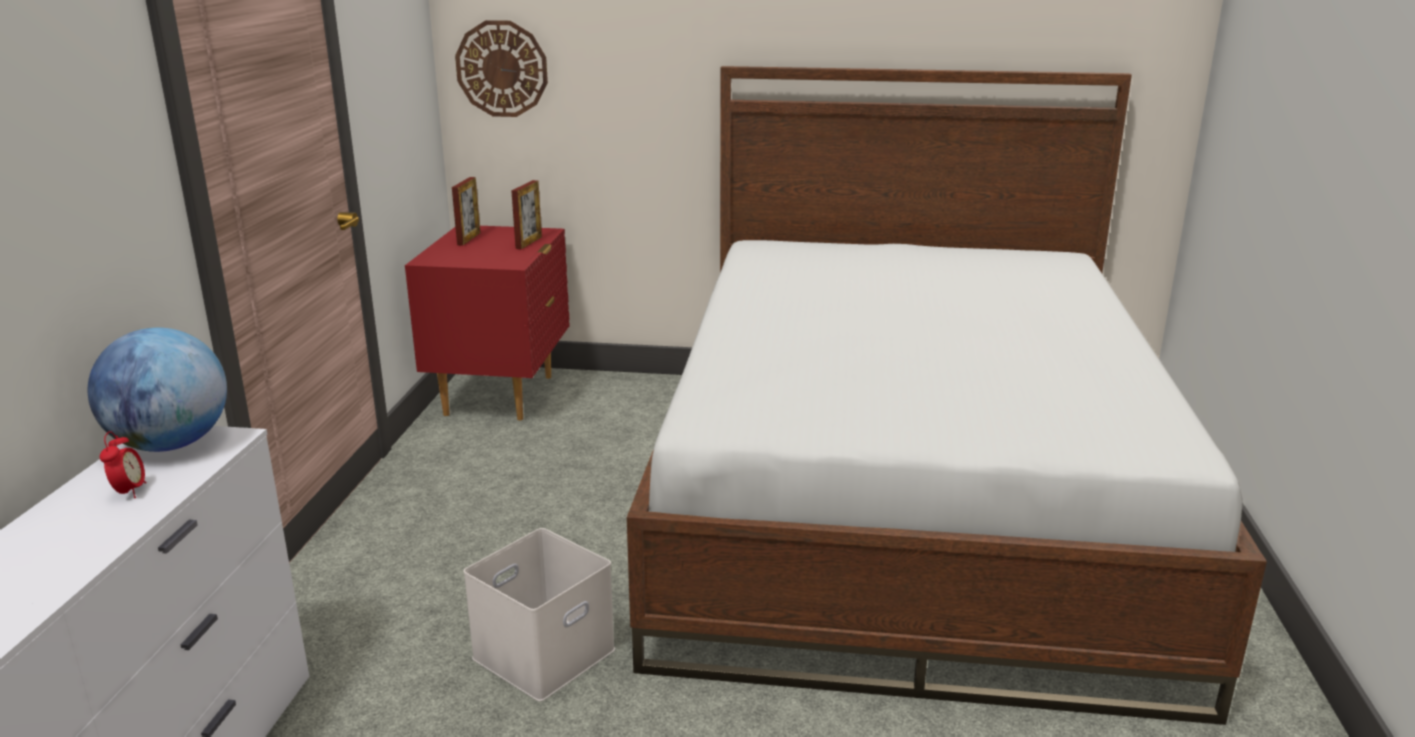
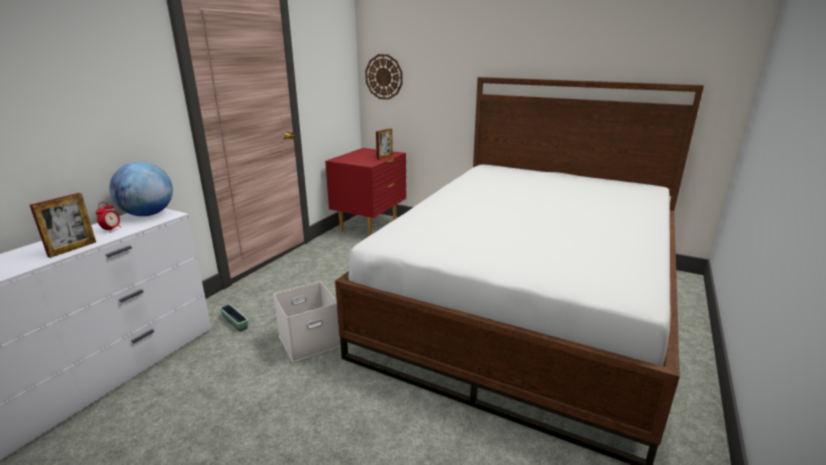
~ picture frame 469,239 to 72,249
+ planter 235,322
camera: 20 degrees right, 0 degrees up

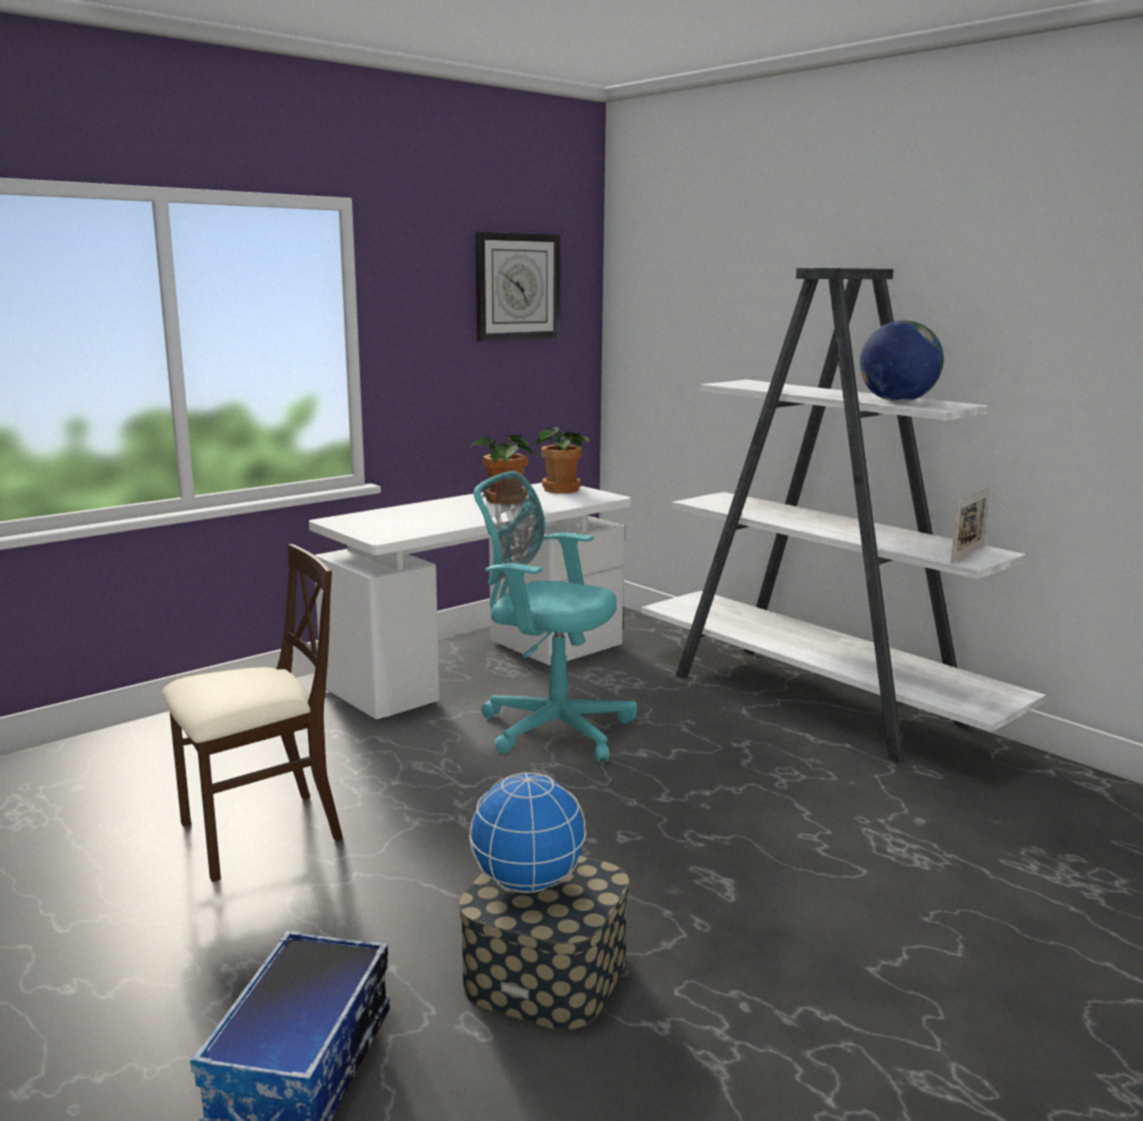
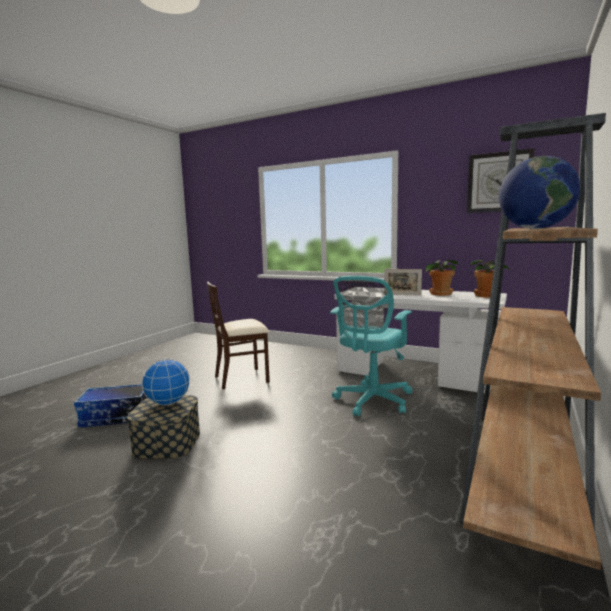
~ beige chair 259,834 = 242,378 120 degrees clockwise
~ turquoise office chair 550,727 = 371,401 150 degrees counterclockwise
~ white bookcase 818,701 to brown bookcase 523,473
~ picture frame 967,554 to 402,295
camera: 70 degrees right, 5 degrees down

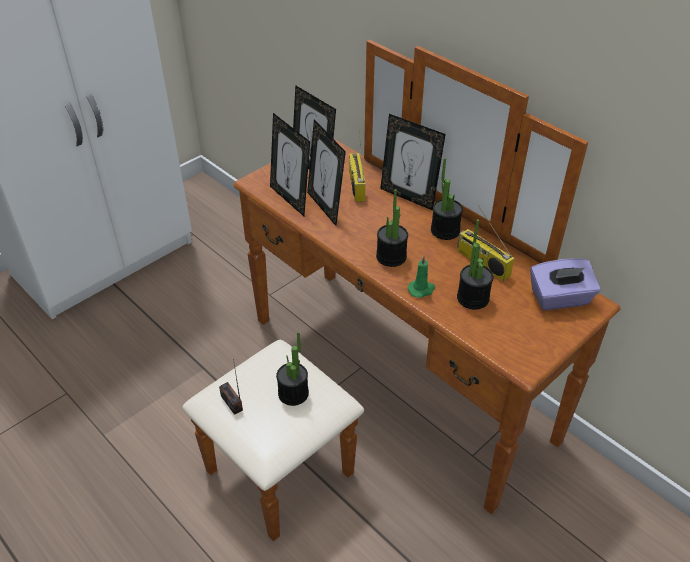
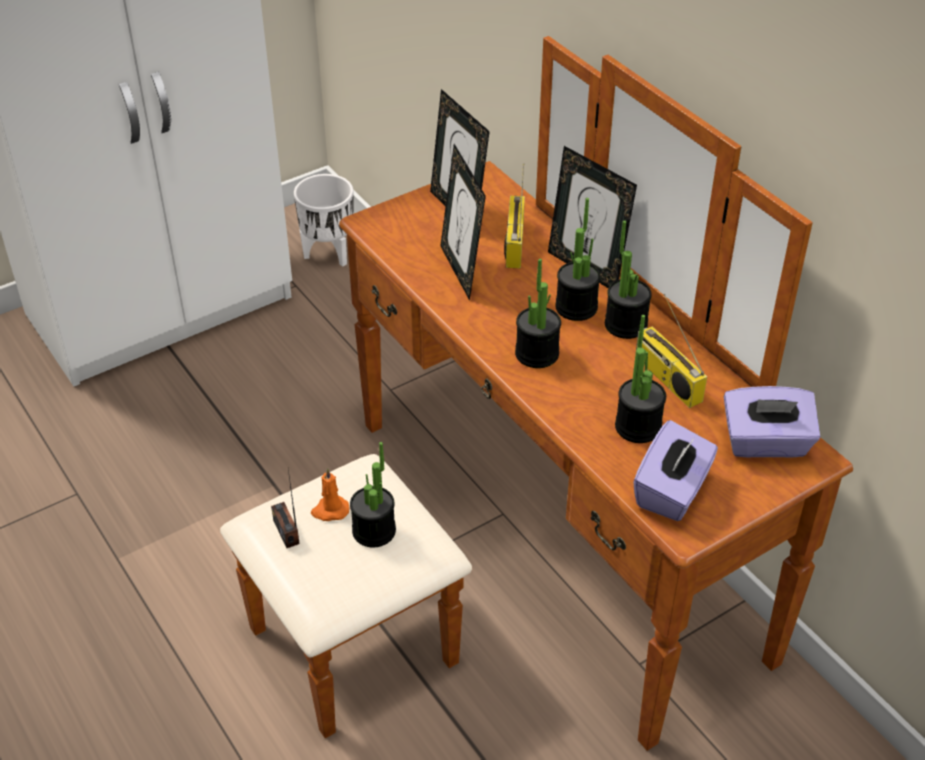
- picture frame 291,199
- green candle 421,289
+ white planter 329,253
+ orange candle 330,510
+ potted plant 576,307
+ purple tissue box 672,491
camera: 10 degrees right, 0 degrees up

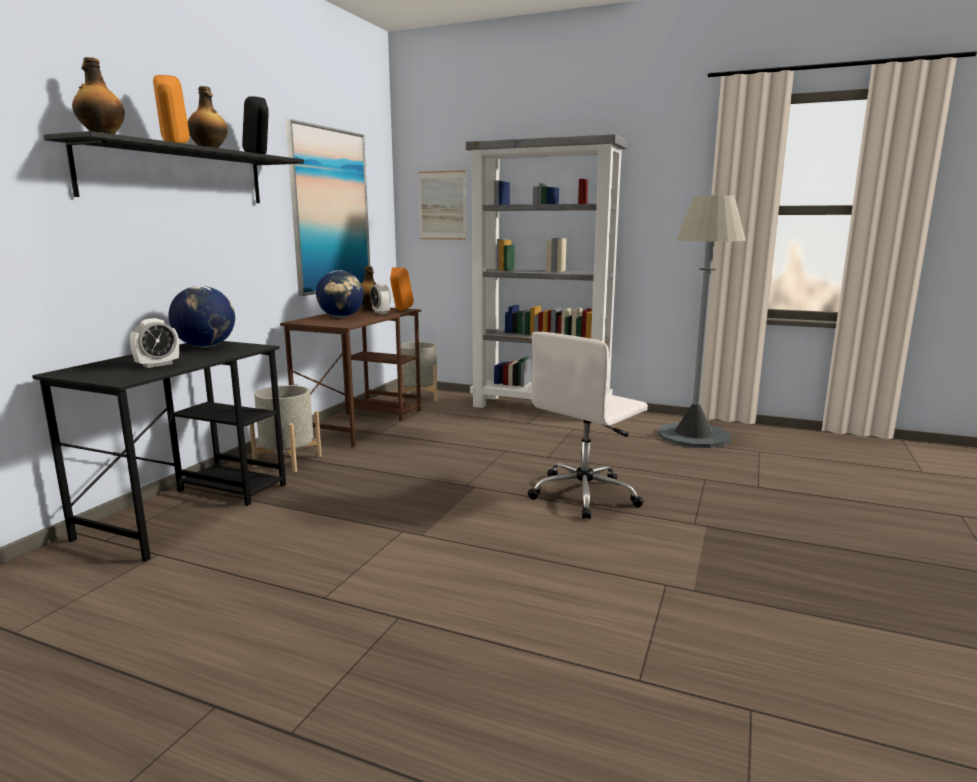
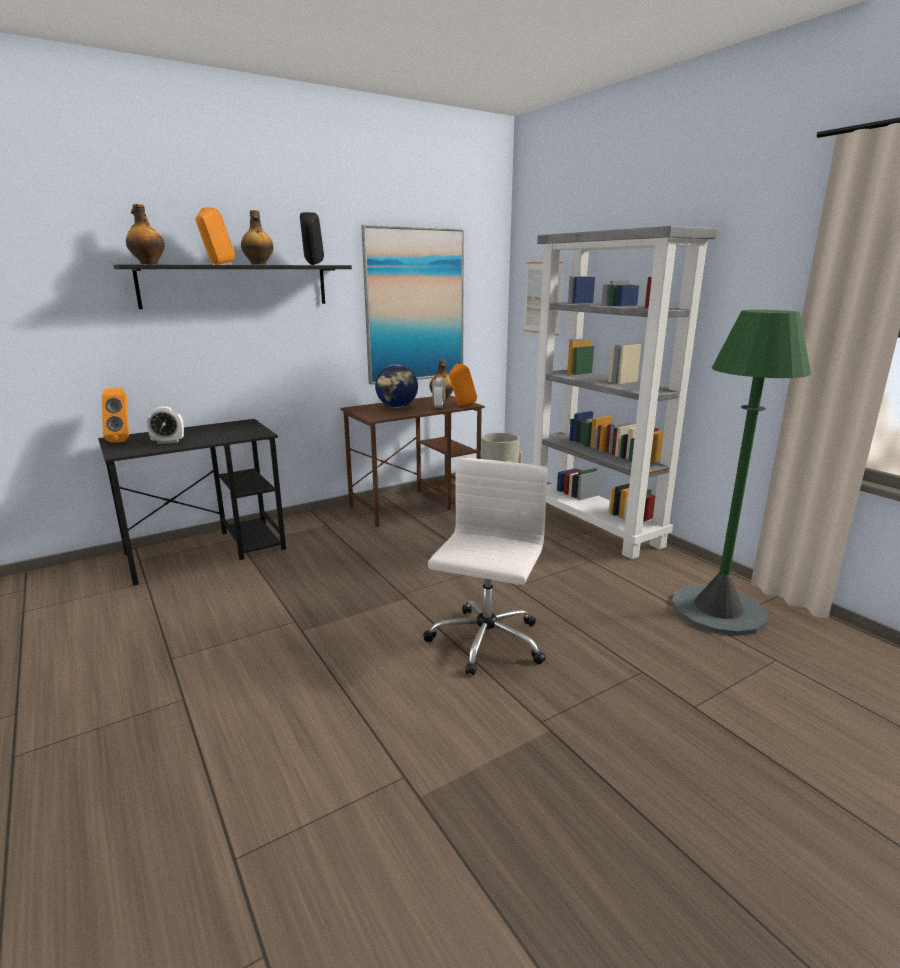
- globe 206,346
- grey planter 288,461
~ white office chair 585,495 = 485,642 120 degrees clockwise
~ grey floor lamp 693,436 to green floor lamp 717,610
+ orange speaker 123,440
camera: 35 degrees right, 5 degrees up

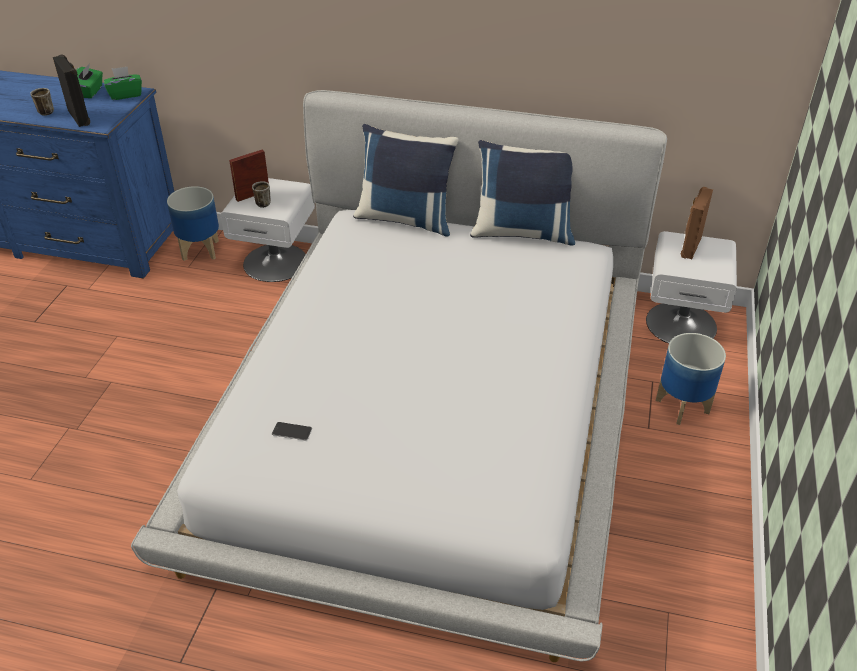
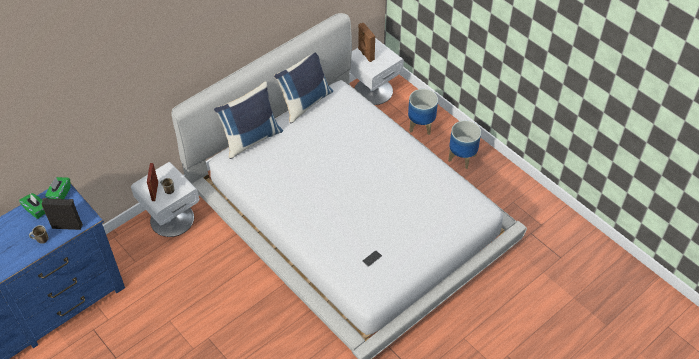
~ planter 200,251 to 462,158
camera: 55 degrees left, 10 degrees up

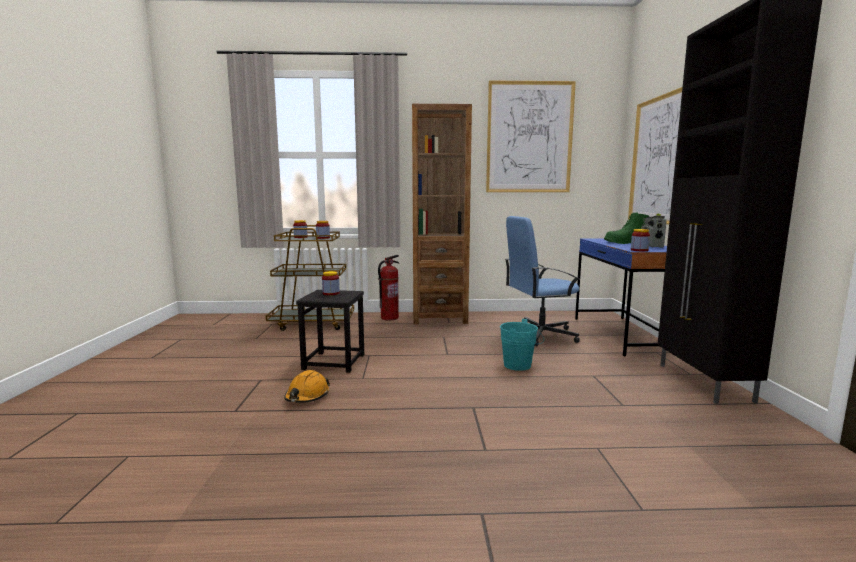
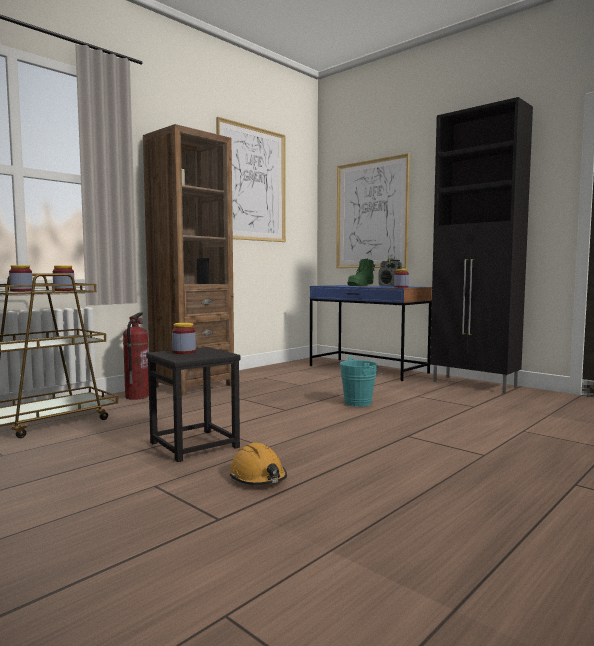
- blue office chair 539,335
camera: 45 degrees left, 5 degrees down

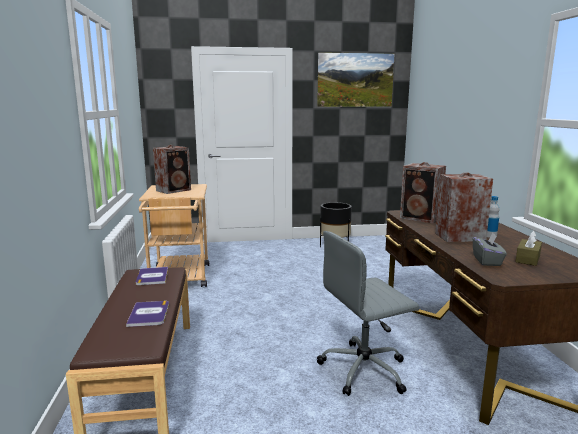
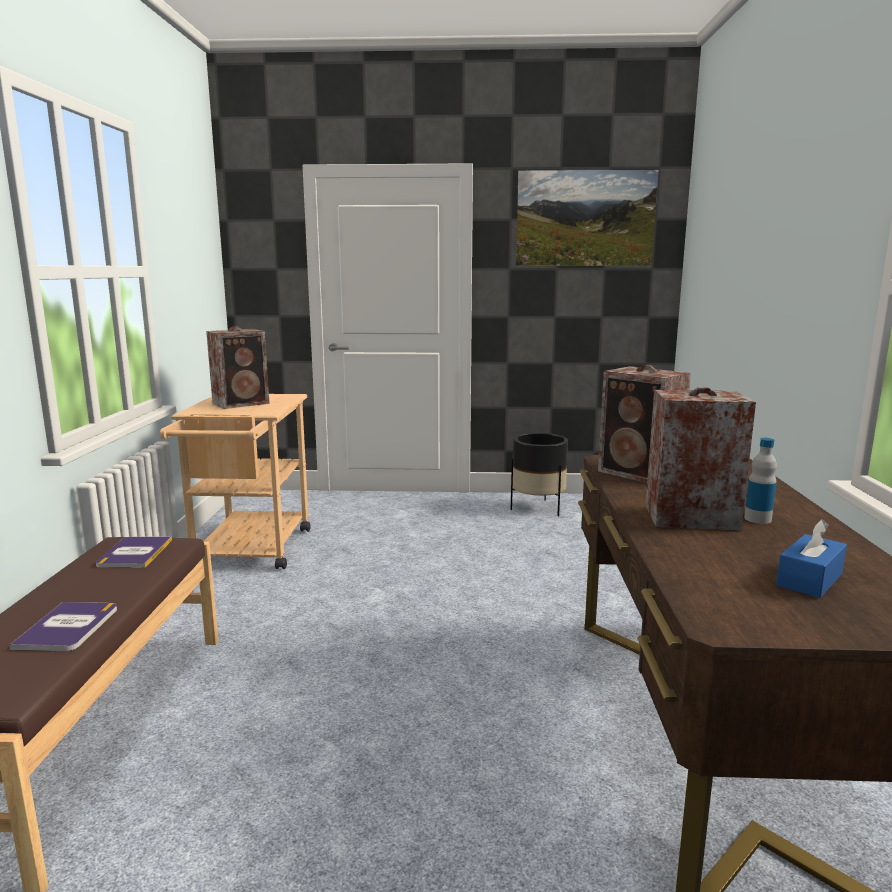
- grey office chair 365,370
- grey tissue box 487,261
~ brown tissue box 527,259 to blue tissue box 809,579
camera: 10 degrees right, 0 degrees up

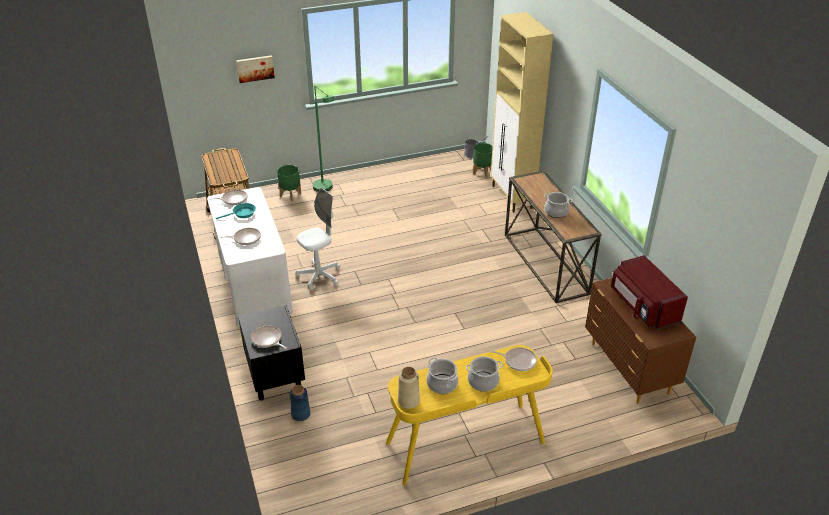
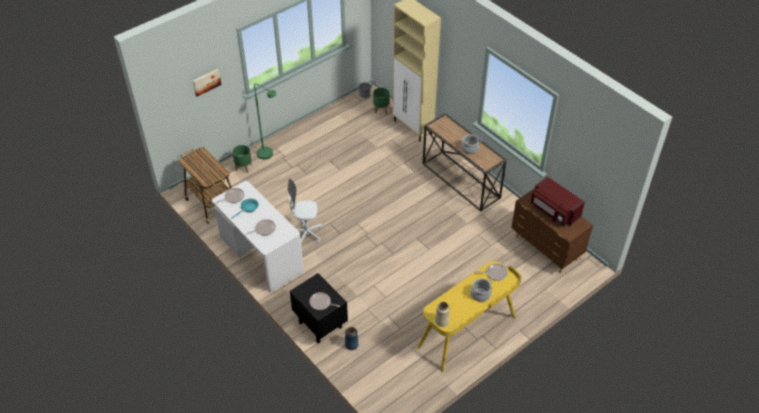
~ white office chair 319,276 = 306,234 120 degrees counterclockwise
- cooking pot 442,384
camera: 20 degrees left, 10 degrees up

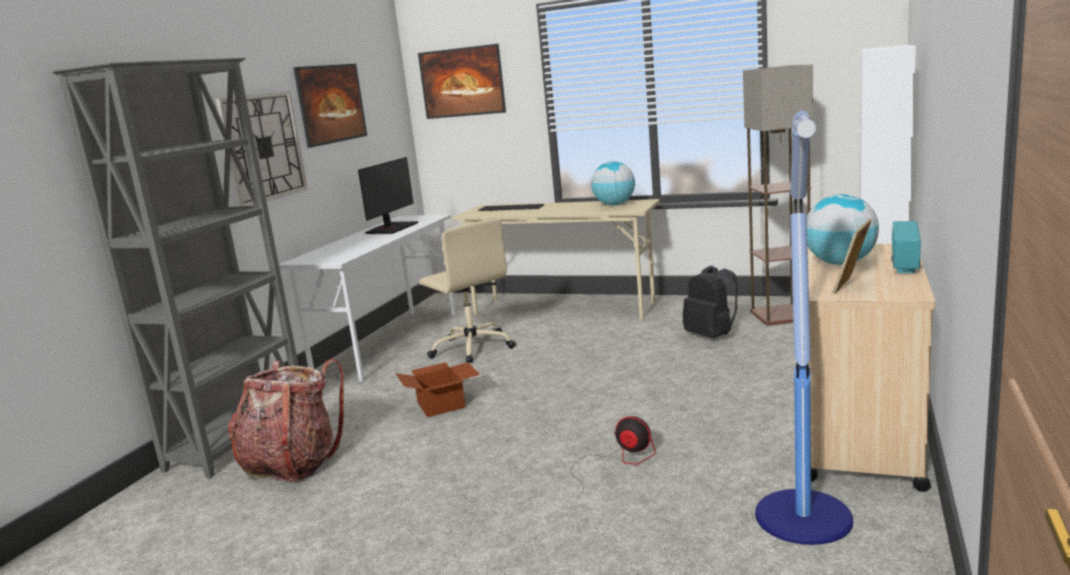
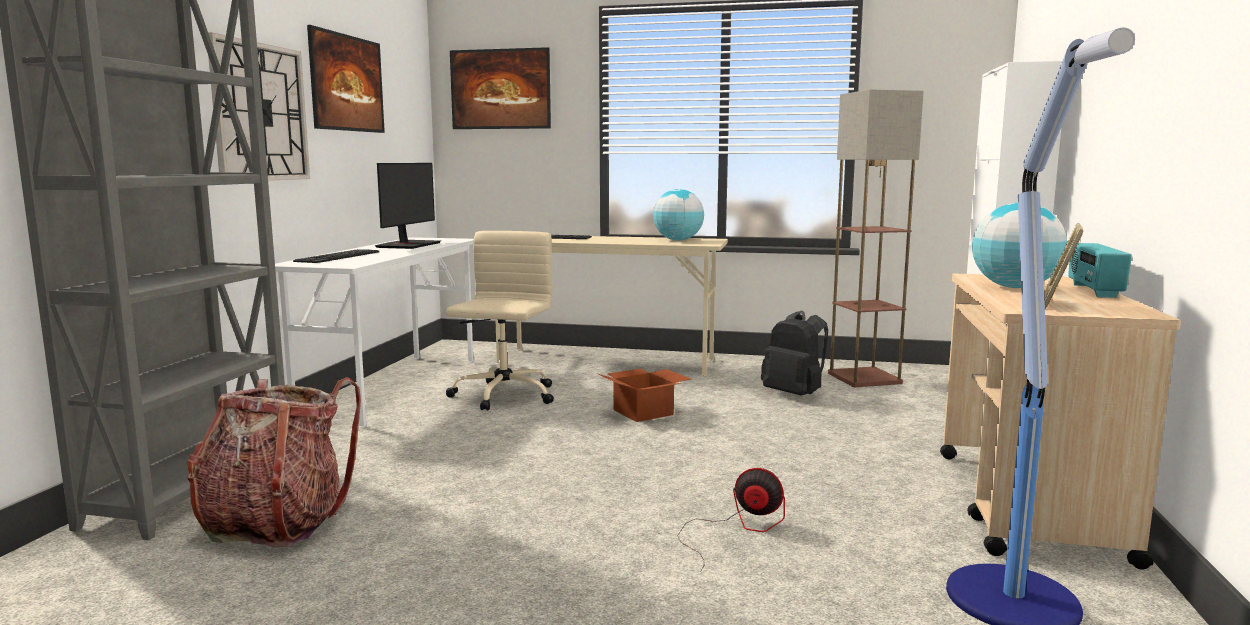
~ cardboard box 442,405 to 645,412
~ beige office chair 472,347 = 503,396 120 degrees counterclockwise
+ keyboard 338,256
camera: 10 degrees left, 5 degrees down

